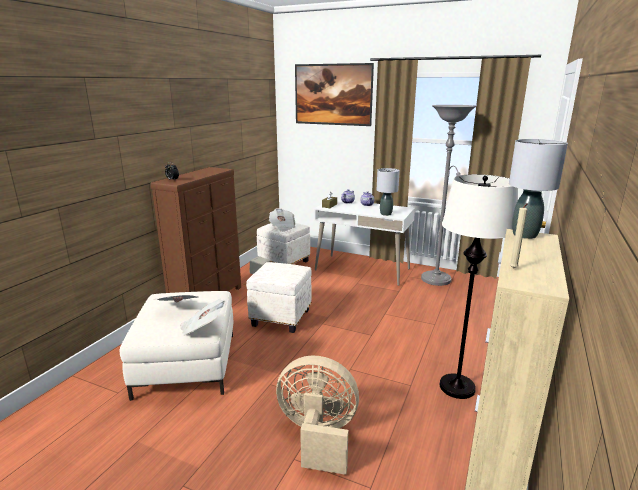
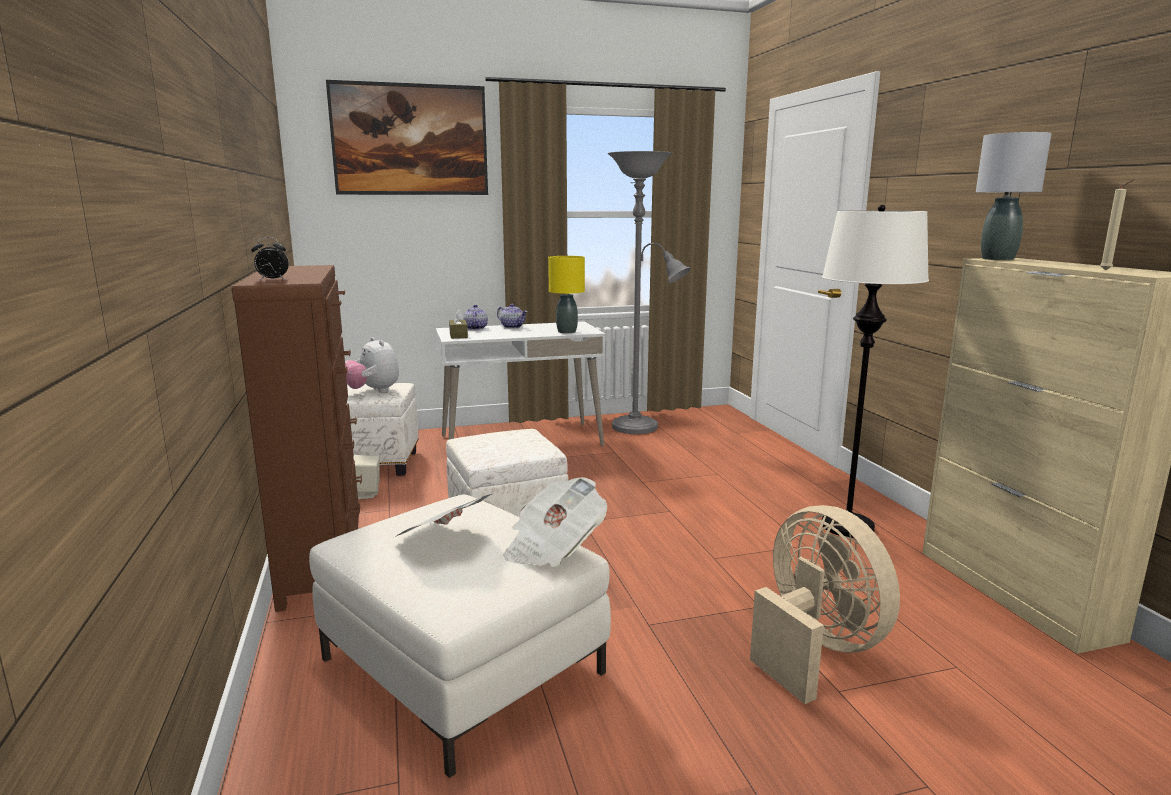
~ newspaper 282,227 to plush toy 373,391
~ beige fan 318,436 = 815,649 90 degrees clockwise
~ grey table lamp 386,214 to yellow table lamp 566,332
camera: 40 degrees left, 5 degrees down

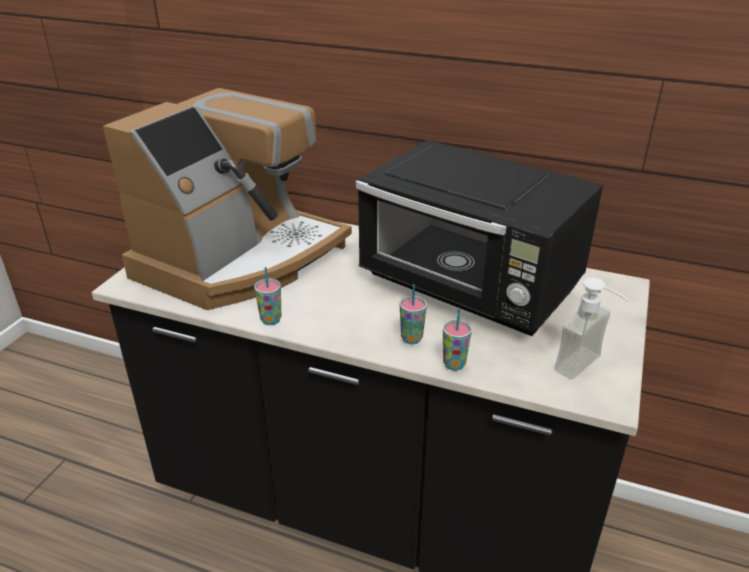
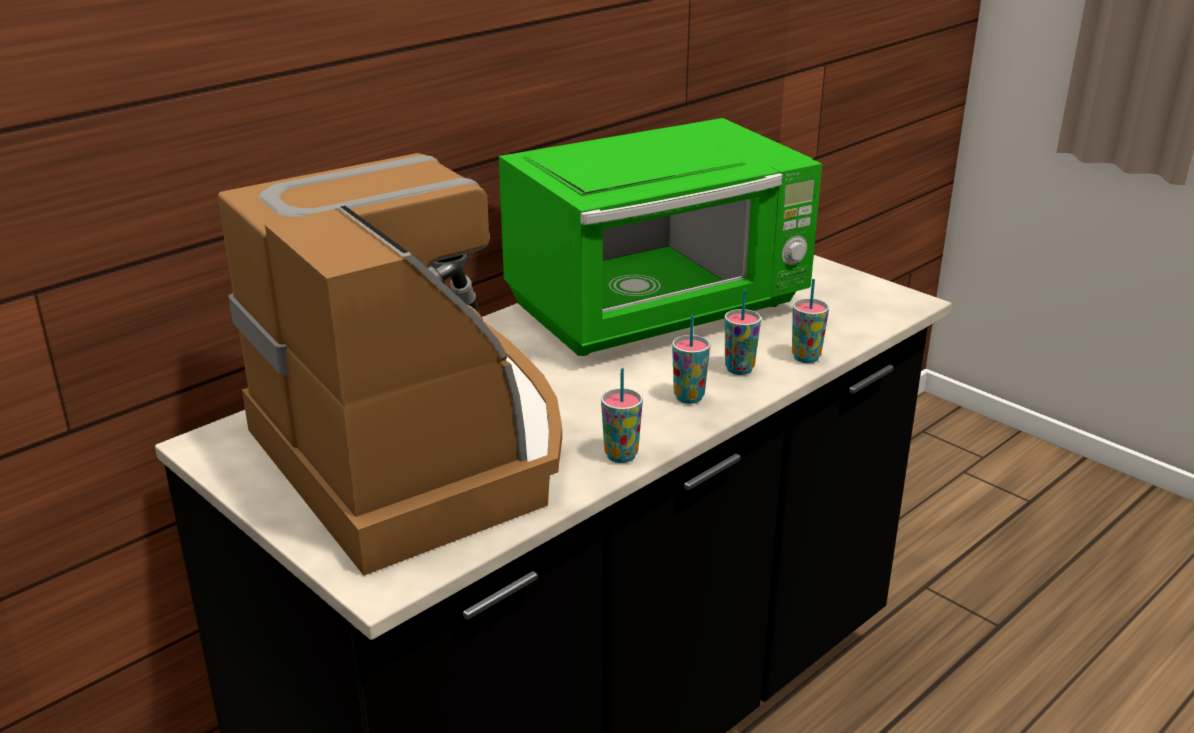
~ black microwave 470,288 to green microwave 660,309
- soap dispenser 587,368
+ cup 689,397
camera: 65 degrees left, 5 degrees down

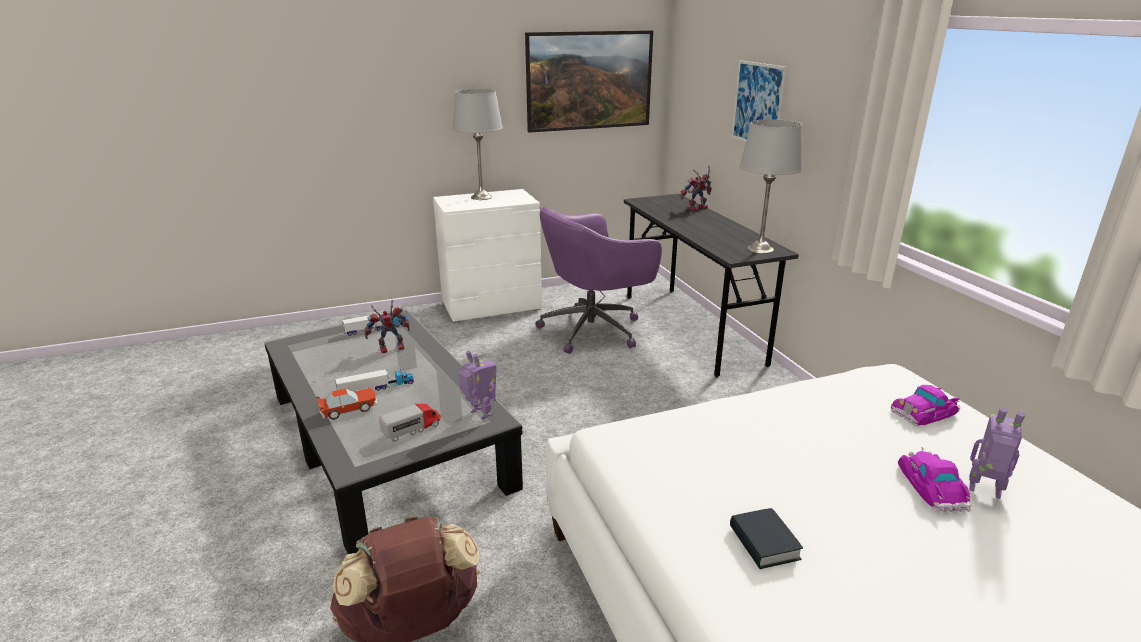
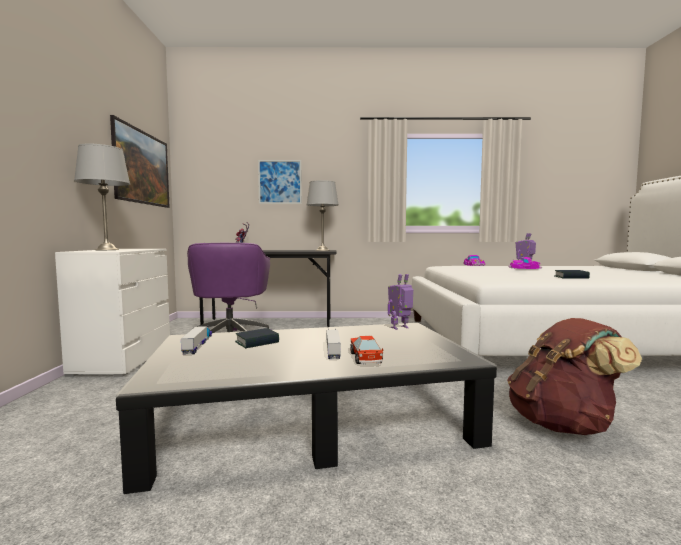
~ toy robot 390,349 to book 257,342
- toy truck 412,429
camera: 70 degrees left, 20 degrees down

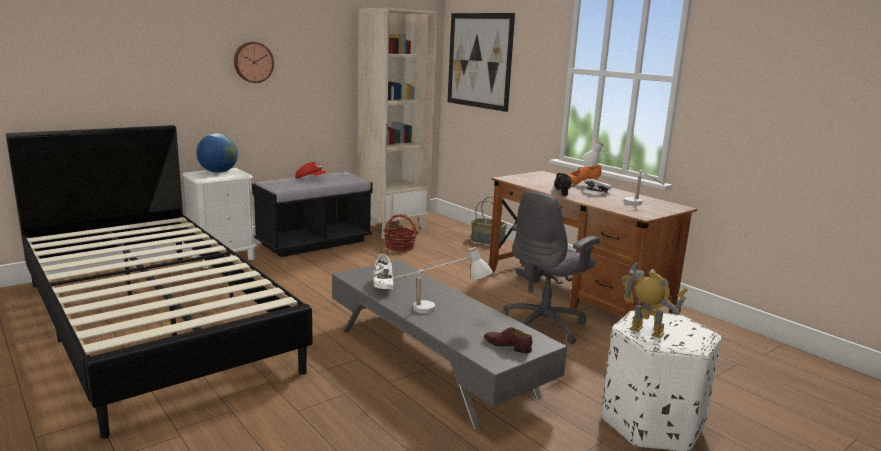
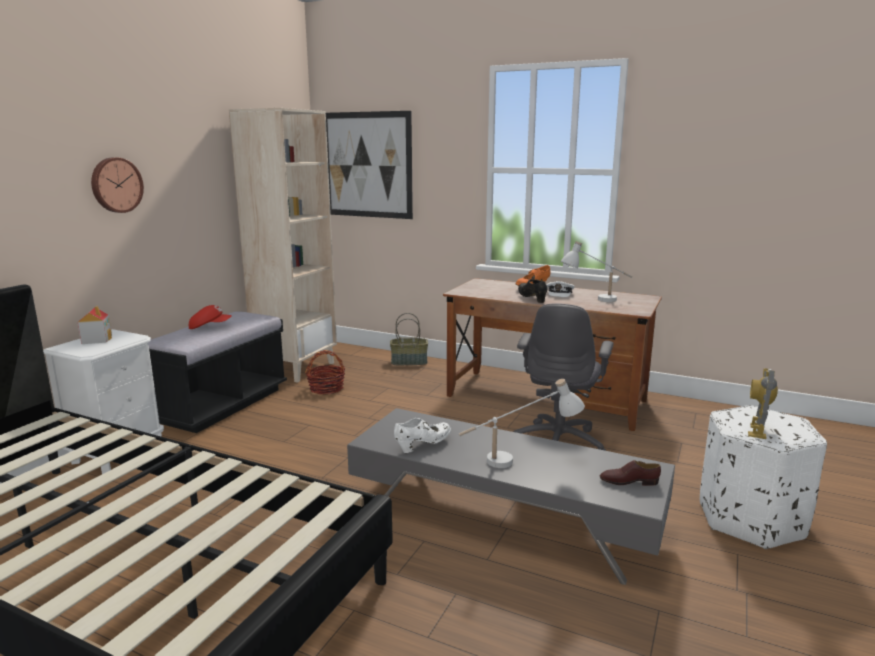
~ globe 218,172 to toy house 97,339
~ white shoe 383,286 = 423,445 90 degrees counterclockwise
~ toy robot 646,331 = 757,431 75 degrees counterclockwise
camera: 25 degrees left, 0 degrees up

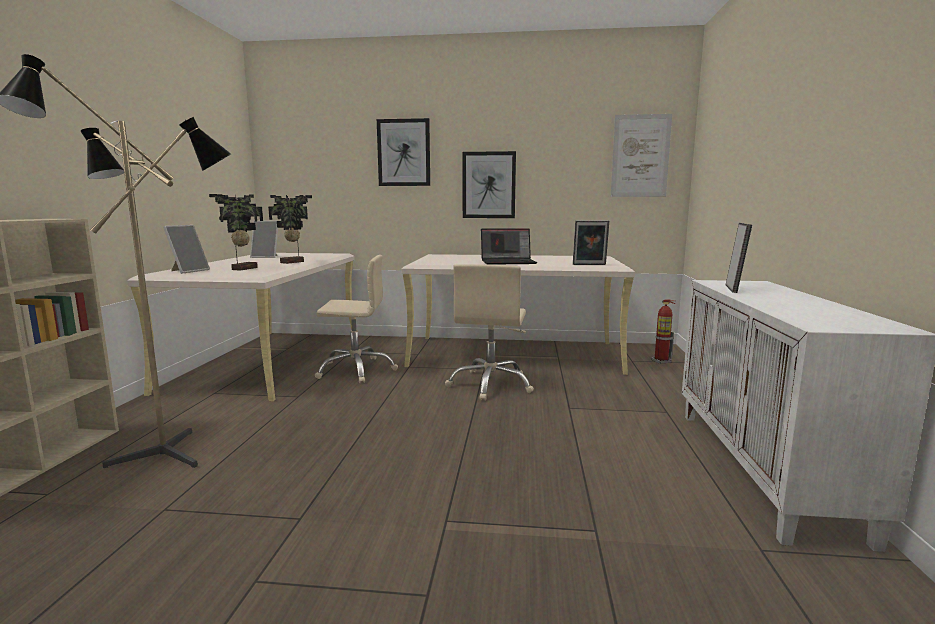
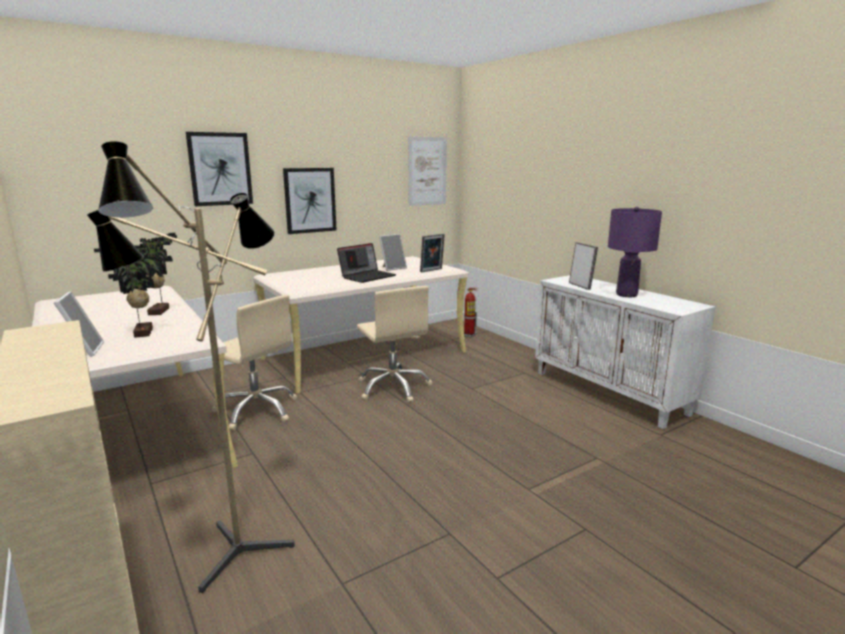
~ picture frame 267,257 to 392,268
~ beige office chair 356,370 = 257,410 75 degrees clockwise
+ purple table lamp 626,295
camera: 40 degrees left, 5 degrees up

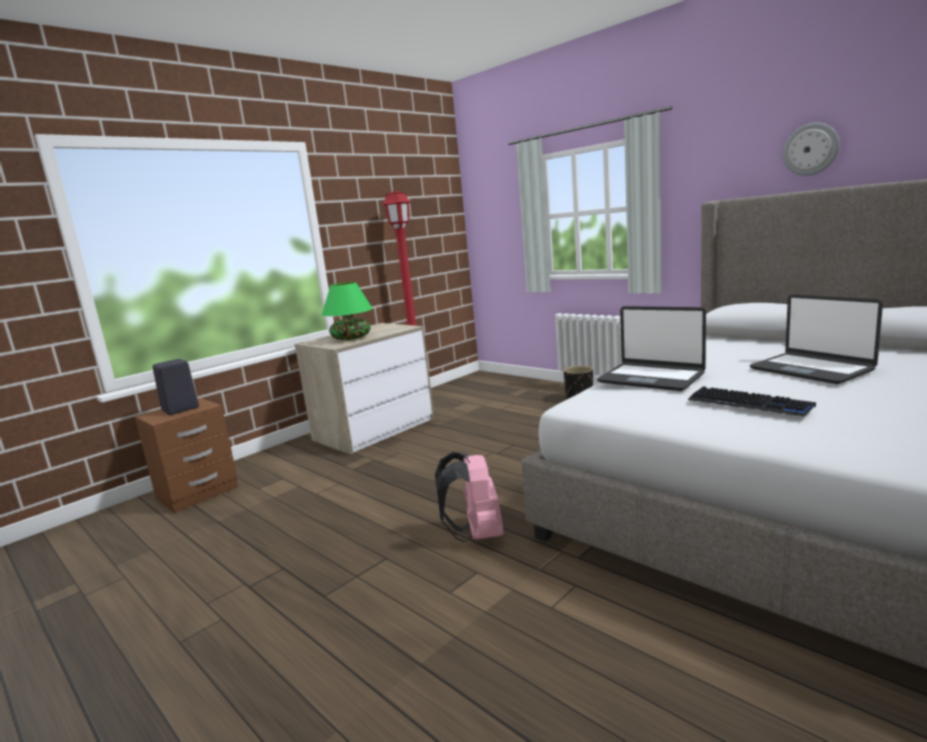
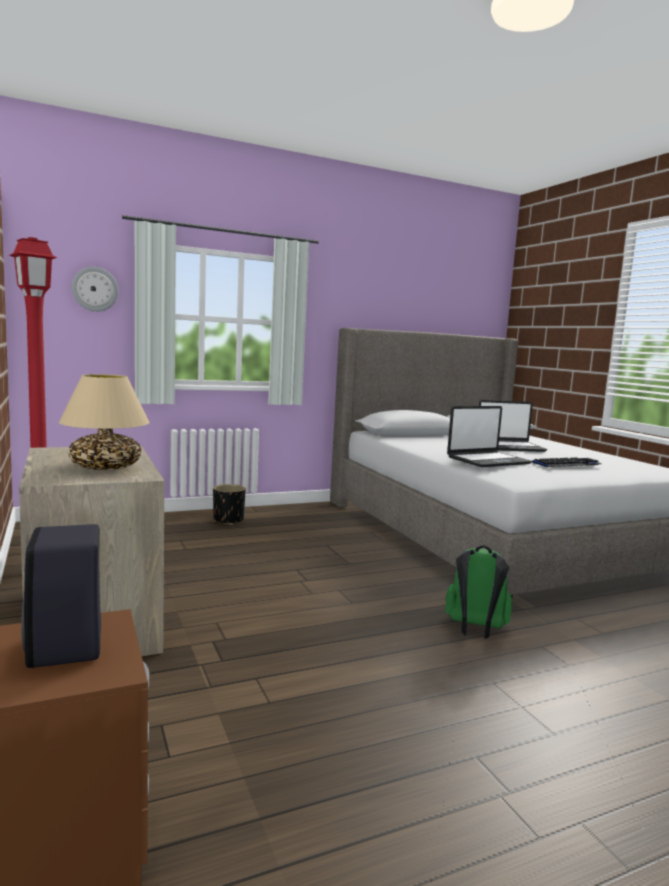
~ green table lamp 351,338 to beige table lamp 105,467
~ pink backpack 476,534 to green backpack 475,631
~ wall clock 810,149 to 95,289
camera: 70 degrees left, 5 degrees down

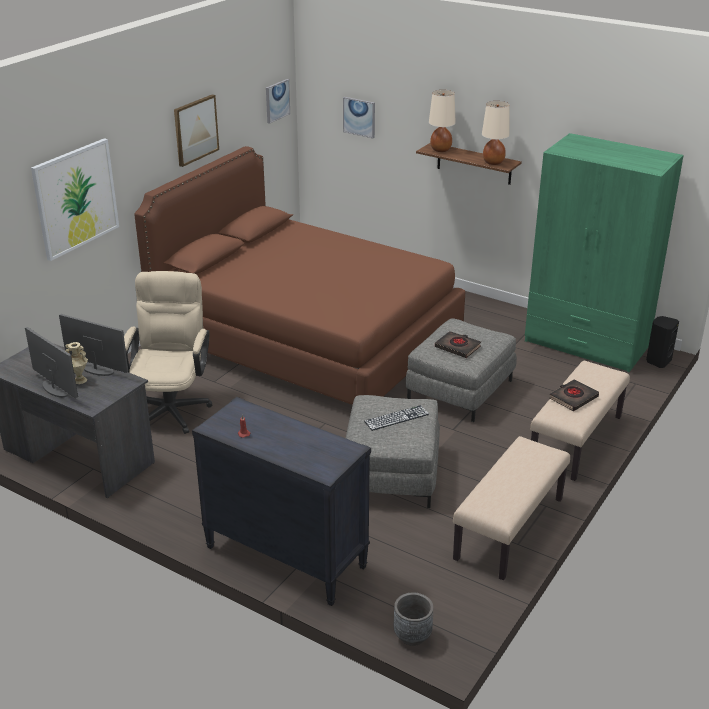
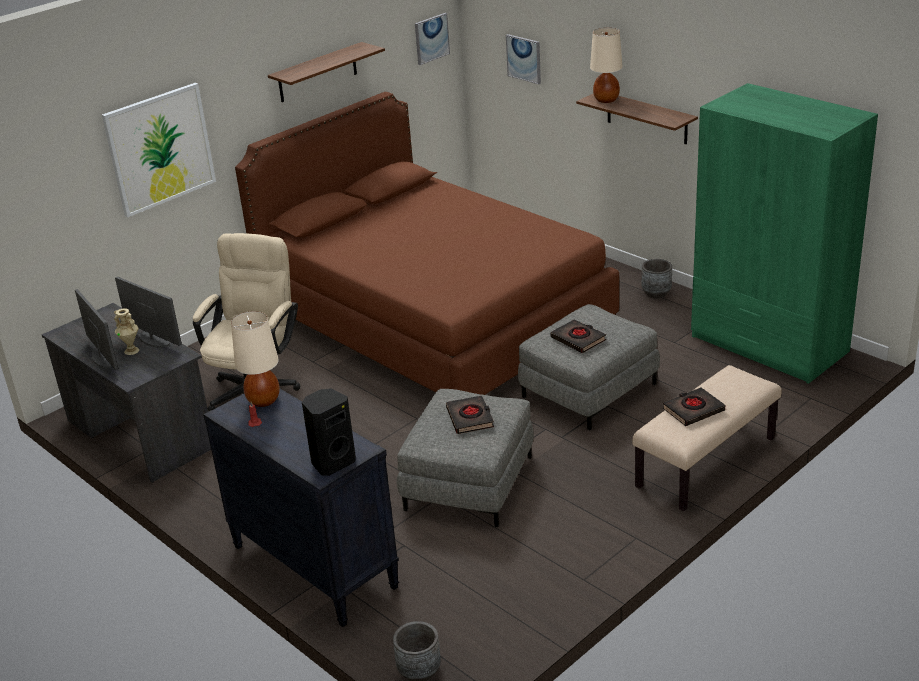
~ picture 195,130 to shelf 317,72
~ keyboard 396,418 to black book 470,418
- beige bench 510,529
~ beige table lamp 493,162 to 263,400
~ black speaker 658,361 to 332,462
+ grey planter 656,293
camera: 15 degrees right, 0 degrees up

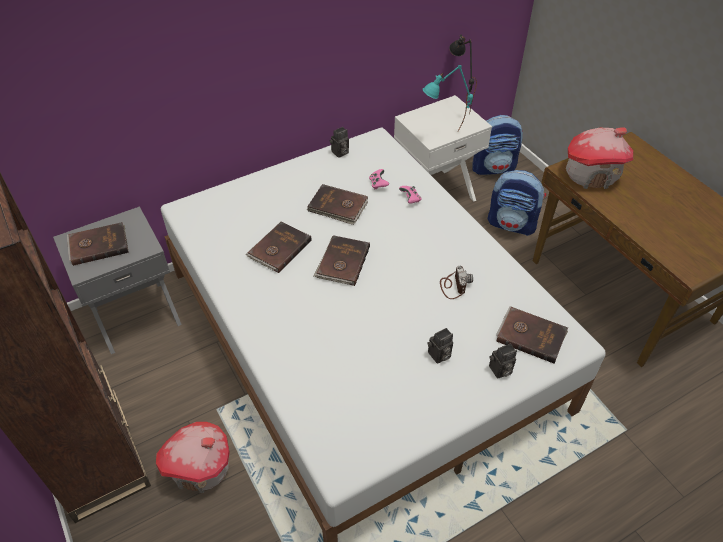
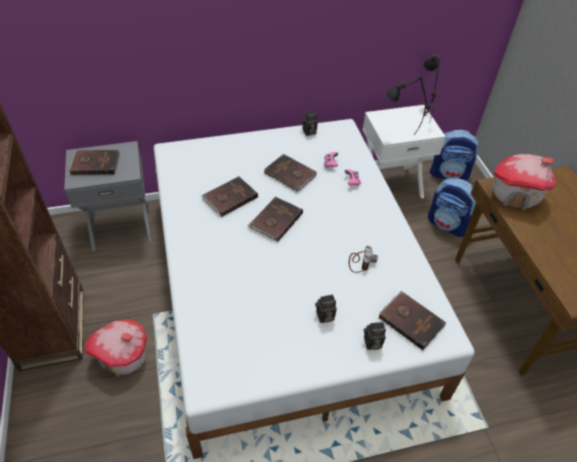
~ turquoise table lamp 443,138 to black table lamp 399,137
camera: 15 degrees right, 0 degrees up

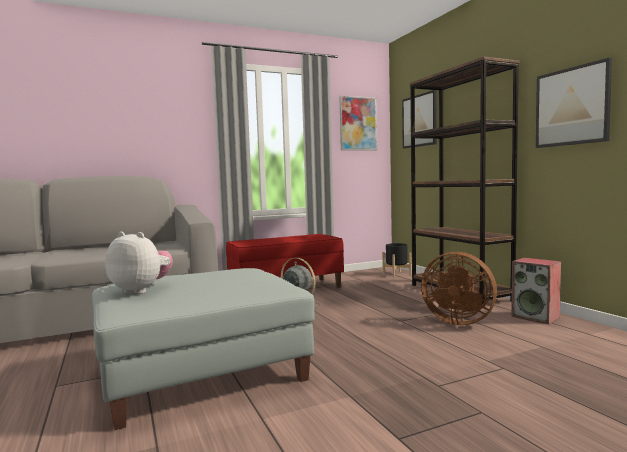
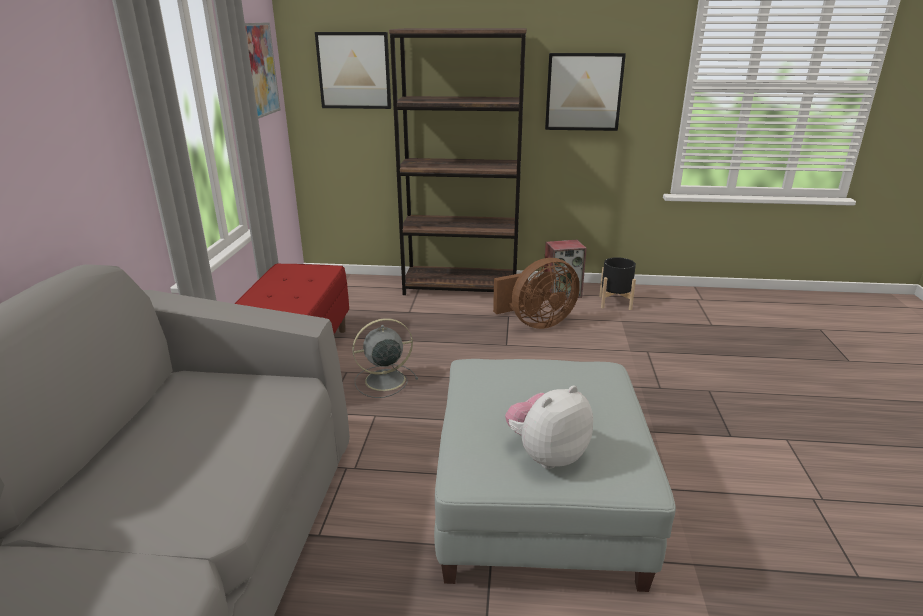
~ black planter 396,274 to 615,303
camera: 60 degrees left, 20 degrees up

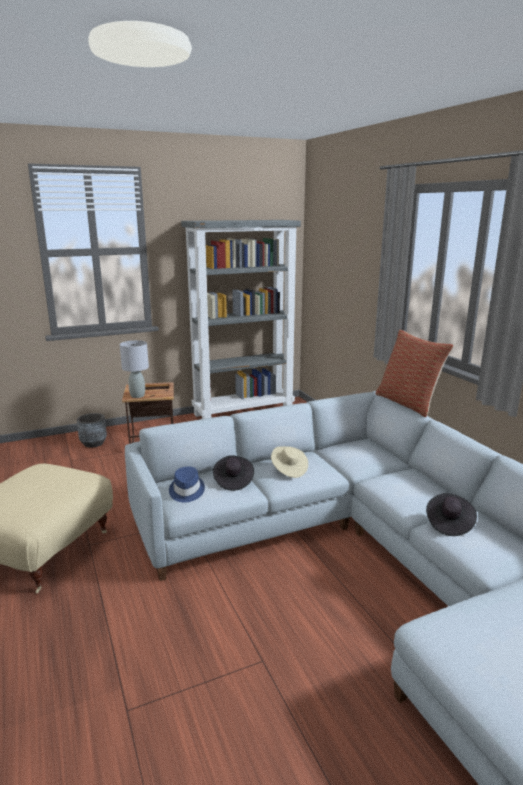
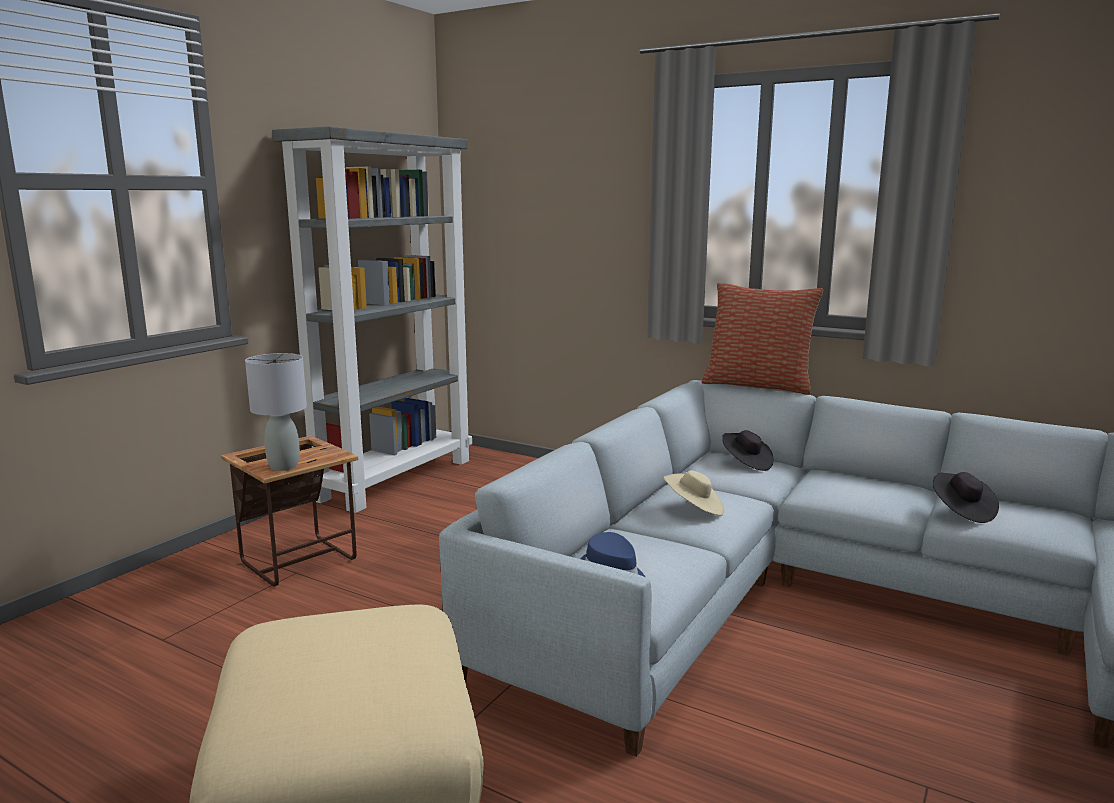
- grey planter 93,443
~ black hat 233,481 to 746,463
camera: 35 degrees left, 5 degrees down

